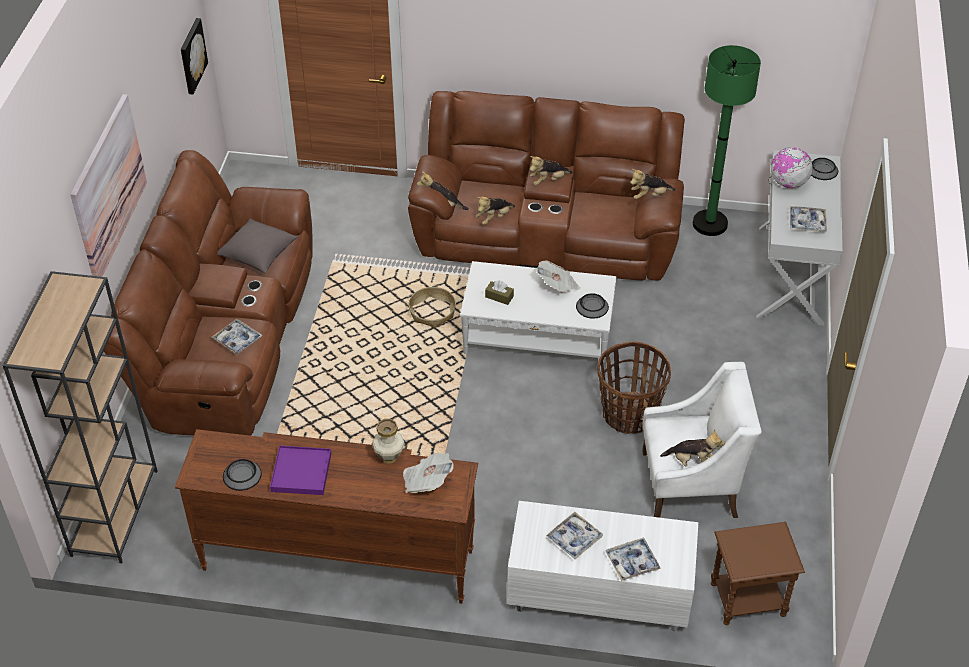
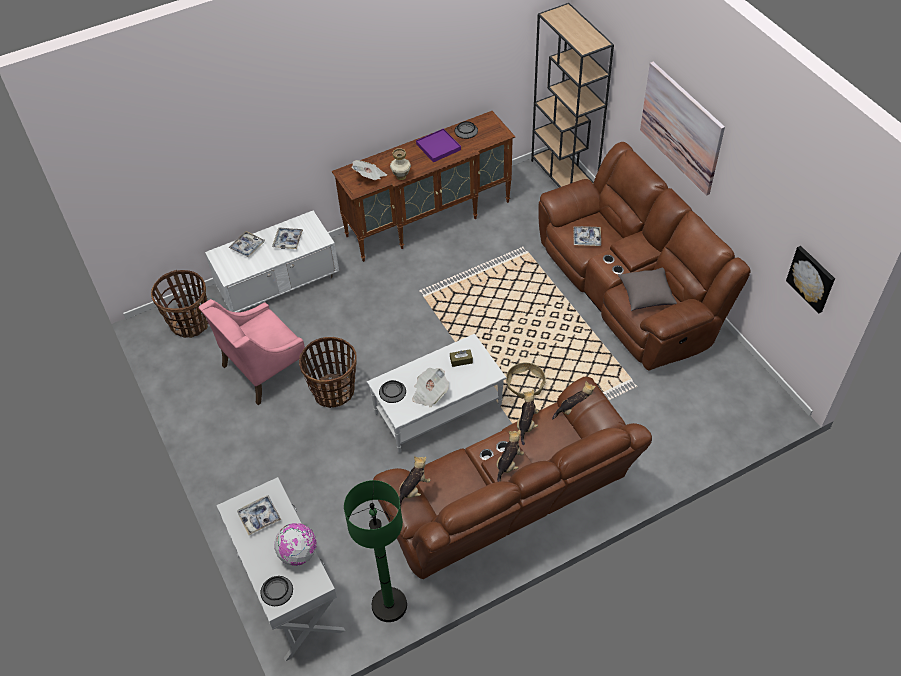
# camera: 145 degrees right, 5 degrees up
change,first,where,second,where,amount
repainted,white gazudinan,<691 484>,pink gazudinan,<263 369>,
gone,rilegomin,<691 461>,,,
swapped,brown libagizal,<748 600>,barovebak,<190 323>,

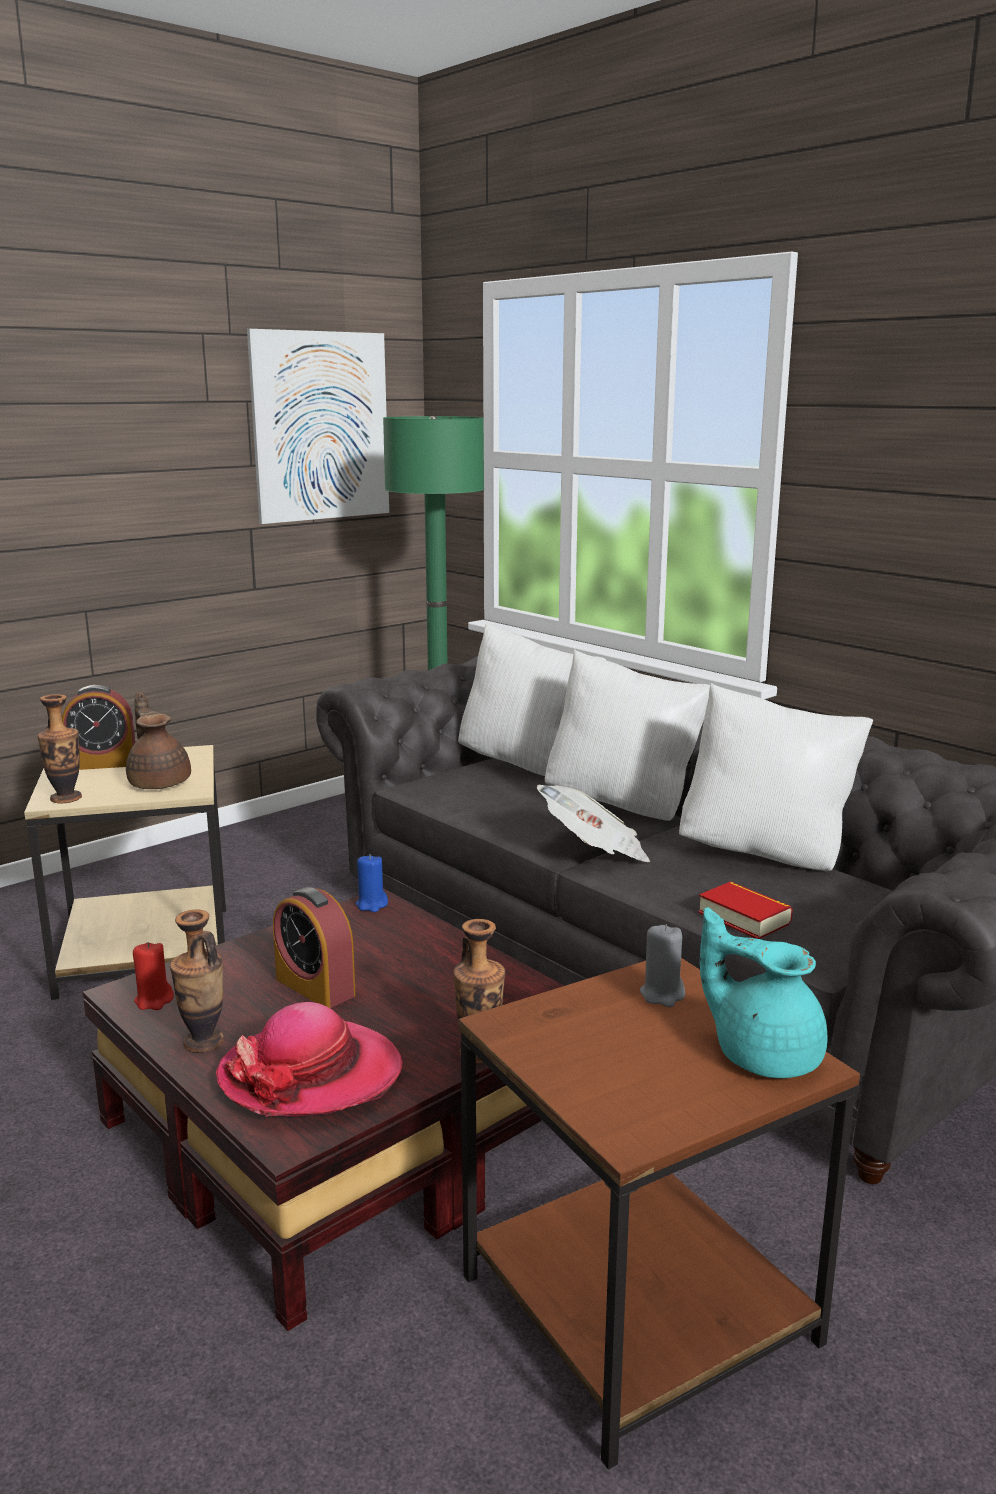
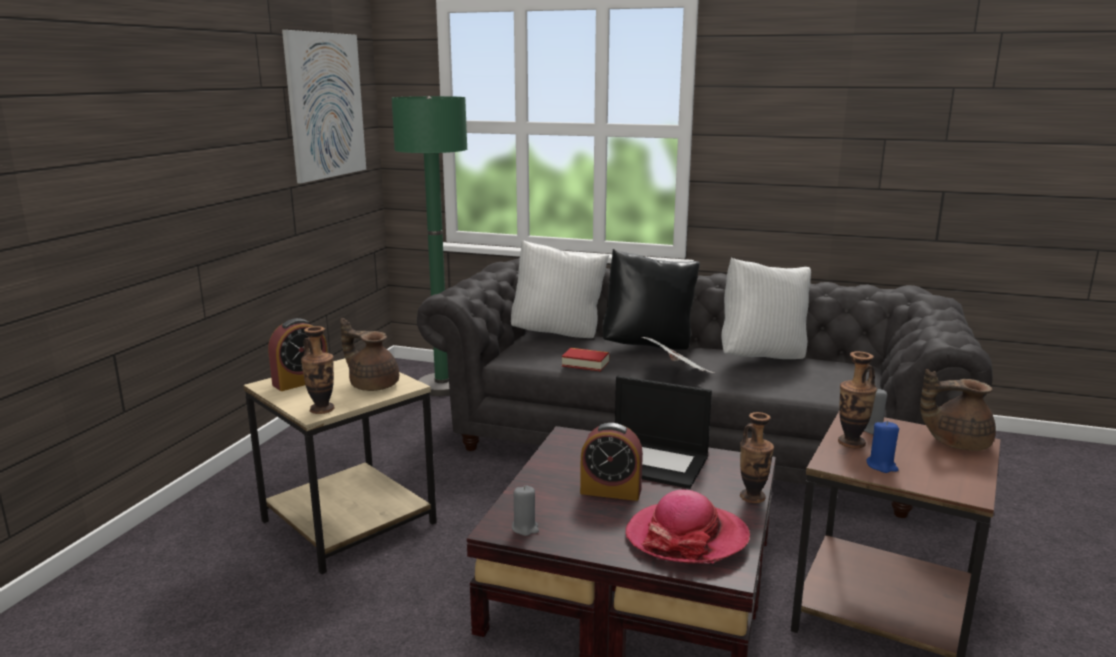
# camera: 30 degrees left, 0 degrees up
change,first,where,second,where,amount
repainted,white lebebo,<624 805>,black lebebo,<649 346>,
shifted,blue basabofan,<371 905>,,<881 466>,
shifted,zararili,<744 918>,,<585 364>,
repainted,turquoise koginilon,<763 1054>,brown koginilon,<955 442>,
shifted,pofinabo,<203 1042>,,<851 443>,
repainted,red basabofan,<154 1000>,grey basabofan,<525 528>,
new,,,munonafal,<652 462>,

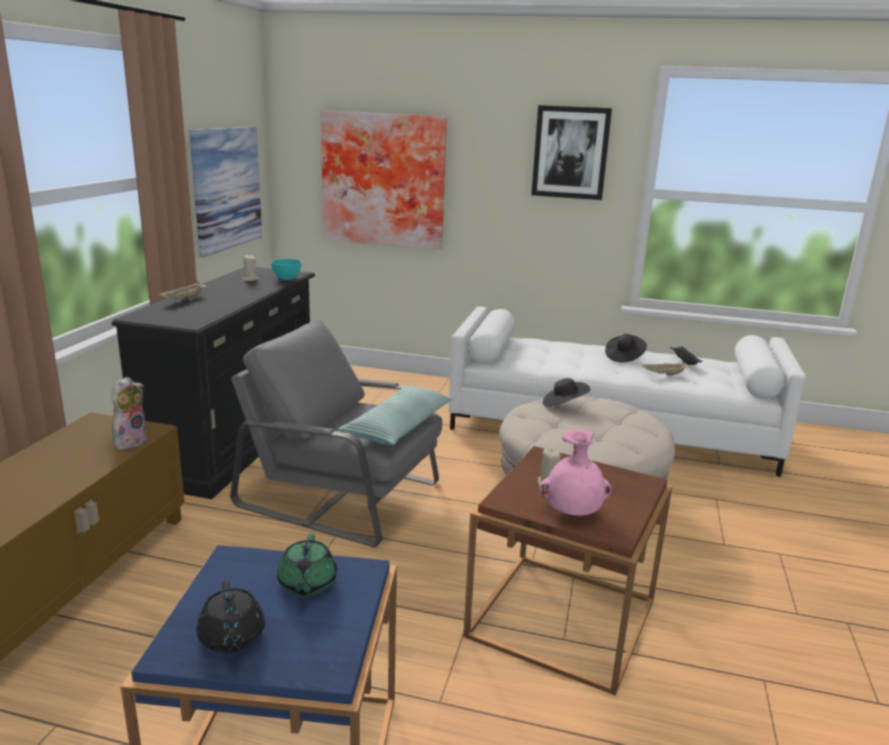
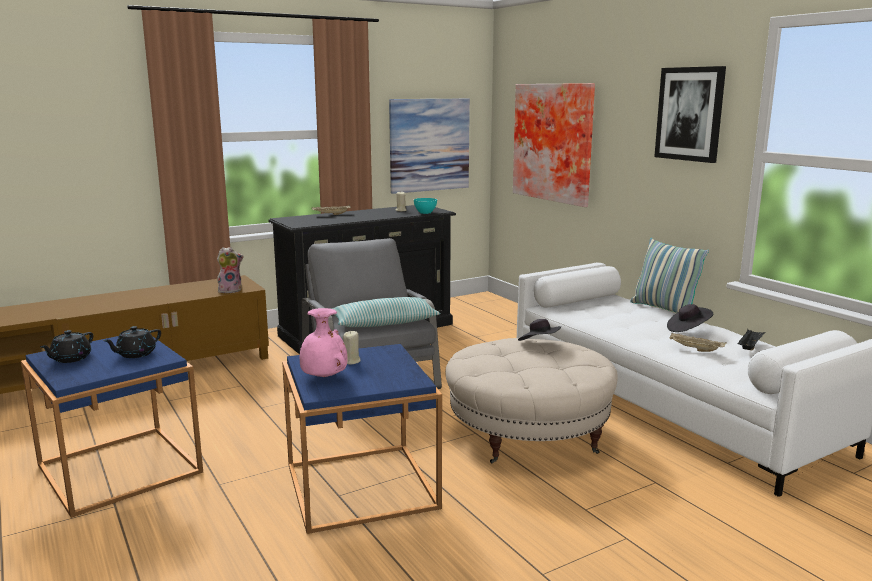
# camera: 45 degrees right, 5 degrees down
change,first,where,second,where,amount
repainted,brown libagizal,<562 618>,blue libagizal,<361 486>,
repainted,green koginilon,<307 584>,black koginilon,<135 354>,
new,,,lebebo,<663 308>,

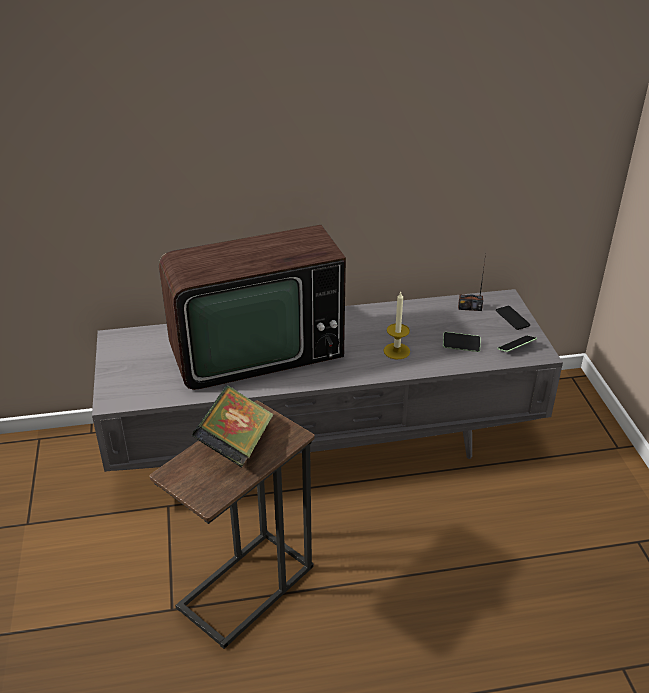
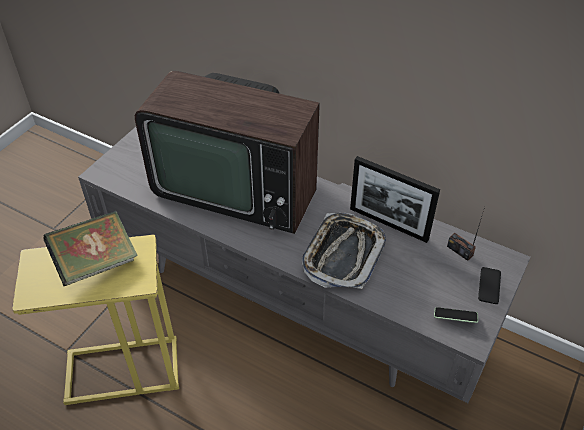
# camera: 40 degrees right, 10 degrees up
change,first,where,second,where,amount
swapped,basabofan,<396 351>,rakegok,<343 255>,
gone,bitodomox,<461 346>,,,
repainted,brown libagizal,<246 586>,yellow libagizal,<123 369>,
new,,,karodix,<388 224>,

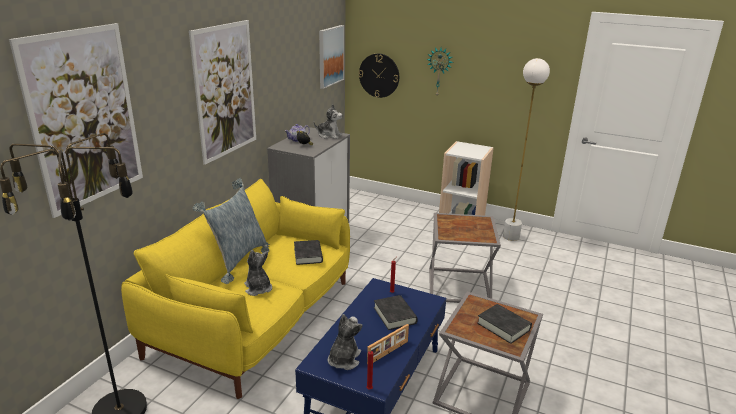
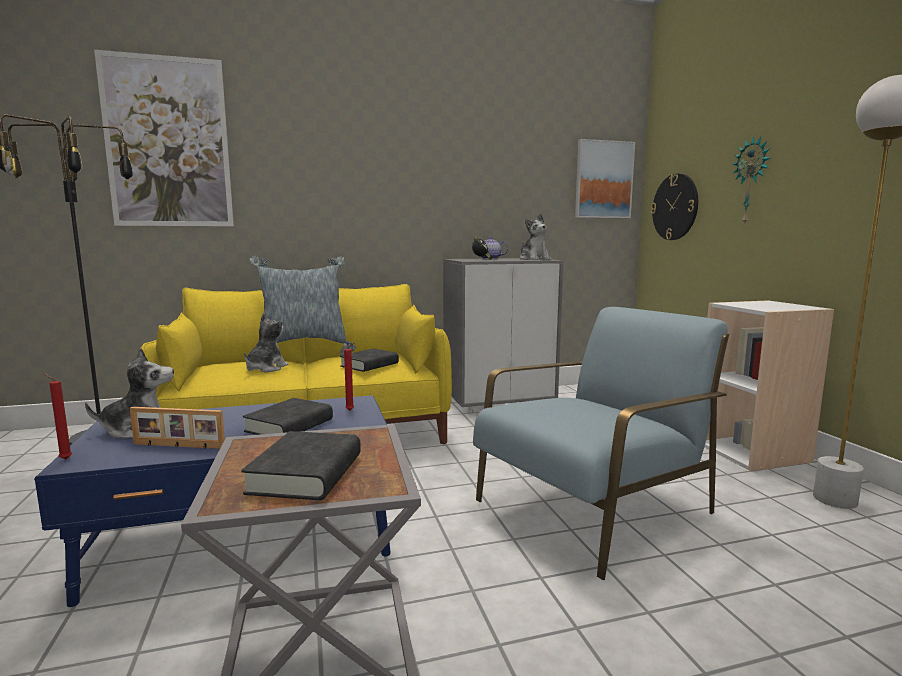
# camera: 50 degrees right, 15 degrees down
change,first,where,second,where,amount
gone,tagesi,<225 91>,,,
swapped,grey libagizal,<460 286>,blue gazudinan,<593 510>,

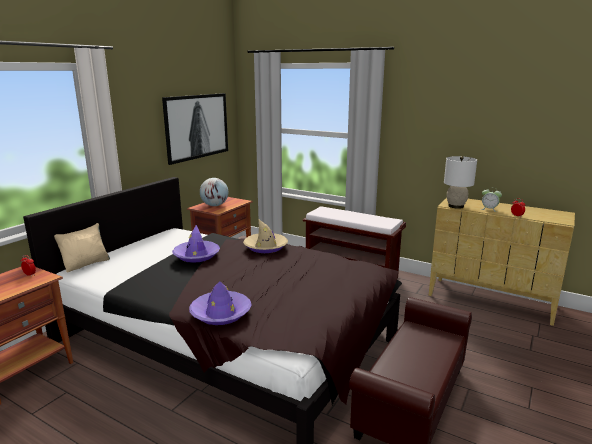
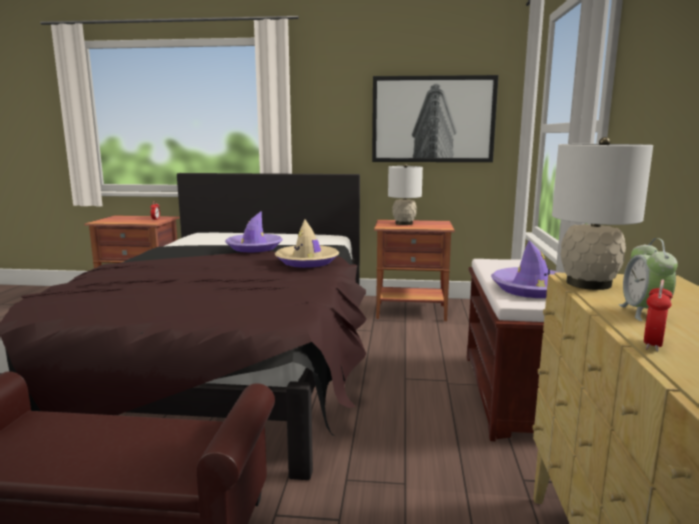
# camera: 65 degrees right, 5 degrees down
change,first,where,second,where,amount
swapped,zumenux,<214 205>,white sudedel,<404 223>,
gone,beige lebebo,<86 264>,,,
shifted,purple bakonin,<220 313>,,<531 289>,

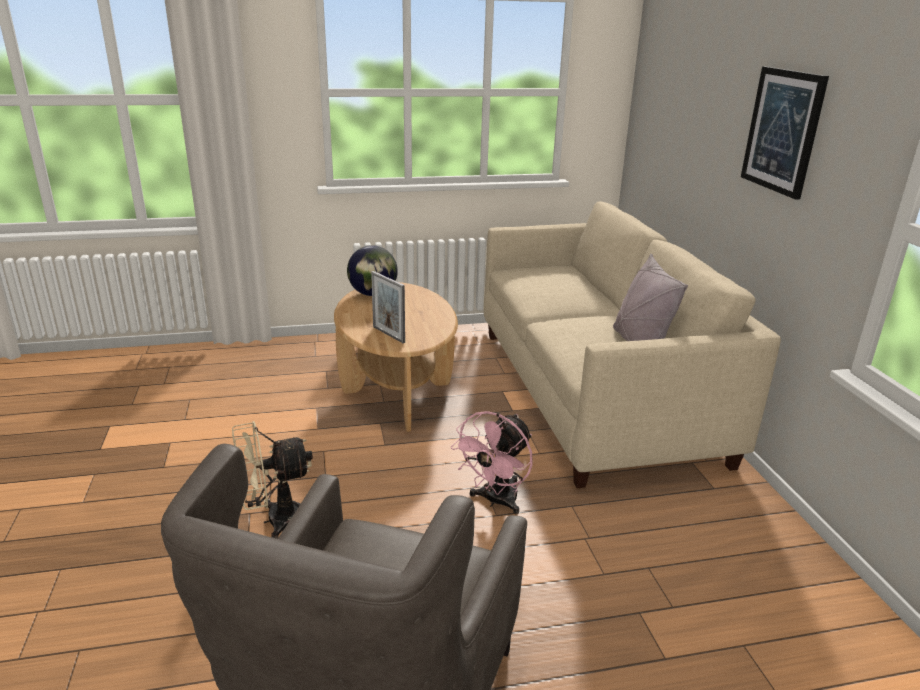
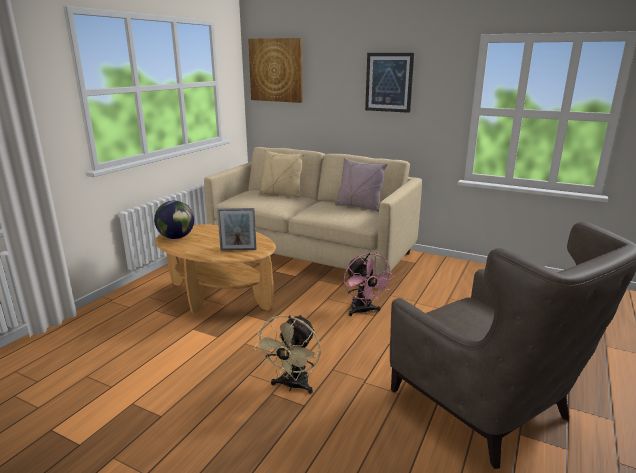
# camera: 50 degrees left, 5 degrees down
change,first,where,second,where,amount
new,,,tagesi,<276 70>,
new,,,beige lebebo,<281 195>,

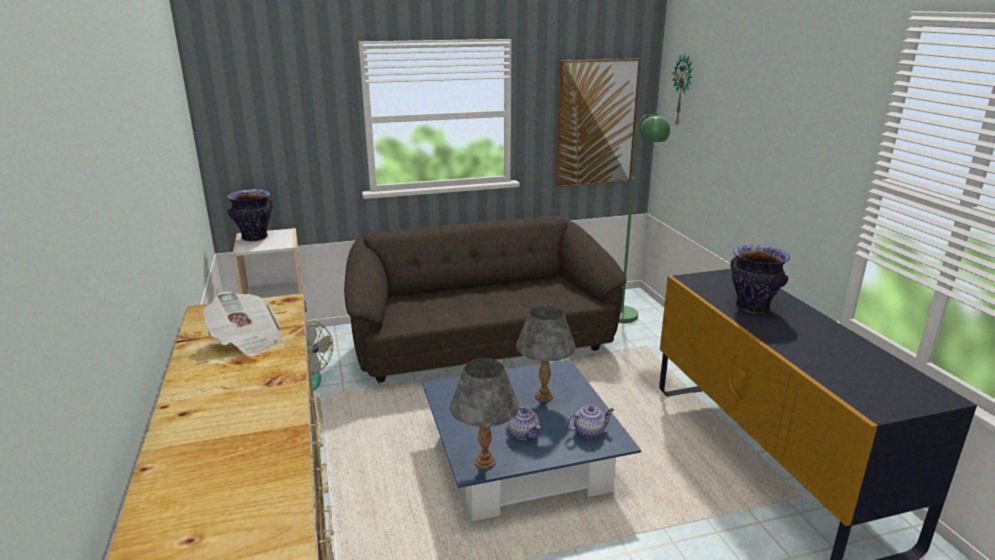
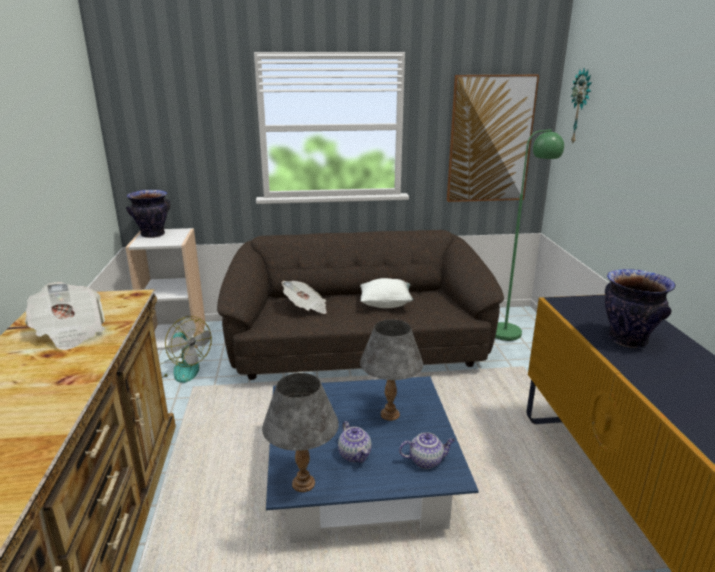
# camera: 10 degrees right, 0 degrees up
change,first,where,second,where,amount
new,,,white lebebo,<386 304>,
new,,,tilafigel,<306 308>,

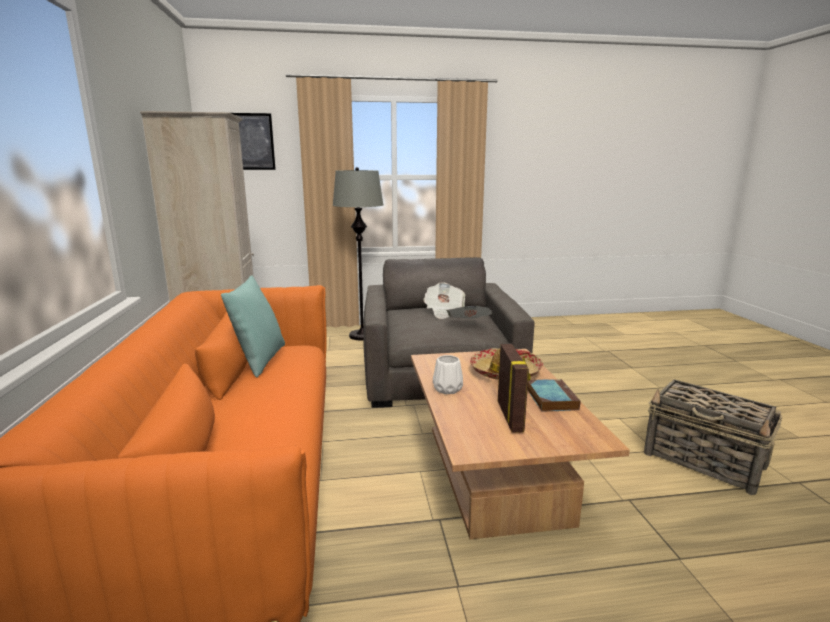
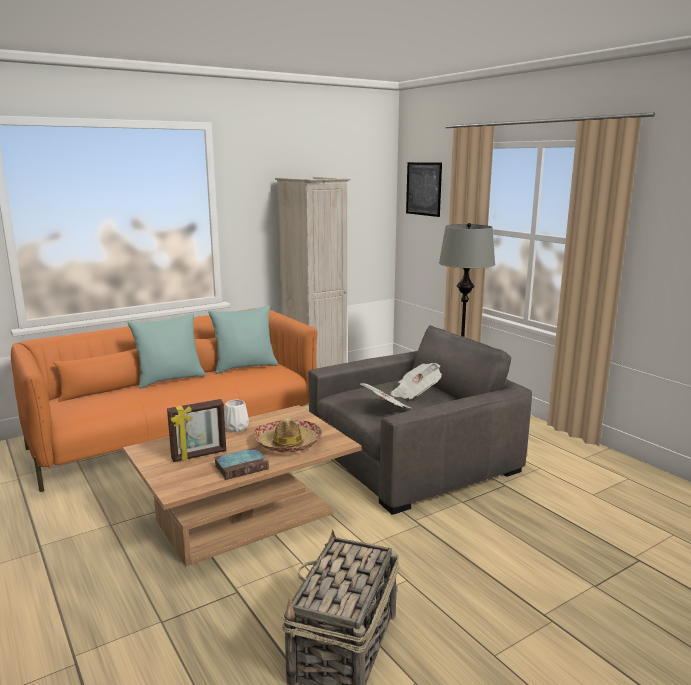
# camera: 65 degrees right, 0 degrees up
change,first,where,second,where,amount
new,,,turquoise lebebo,<170 379>,

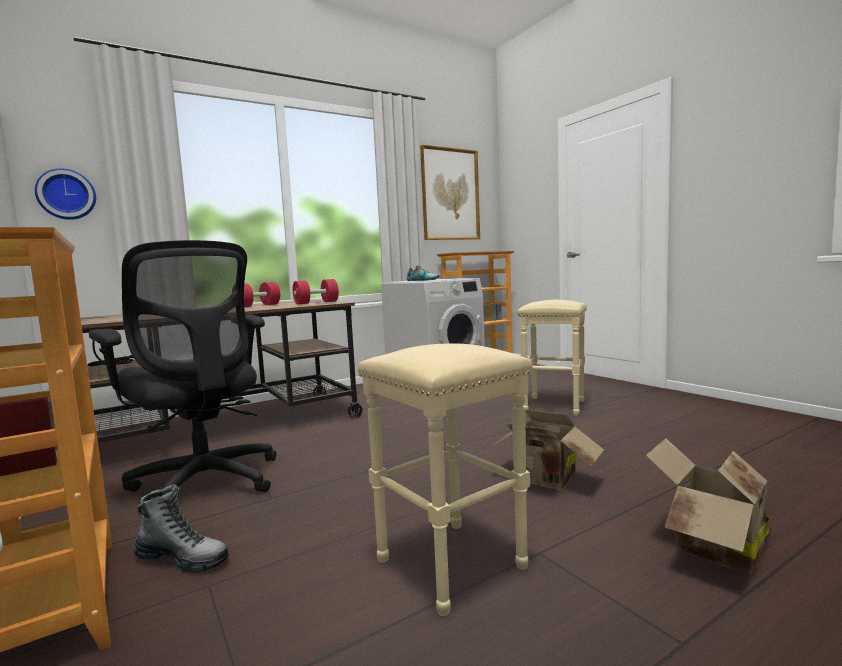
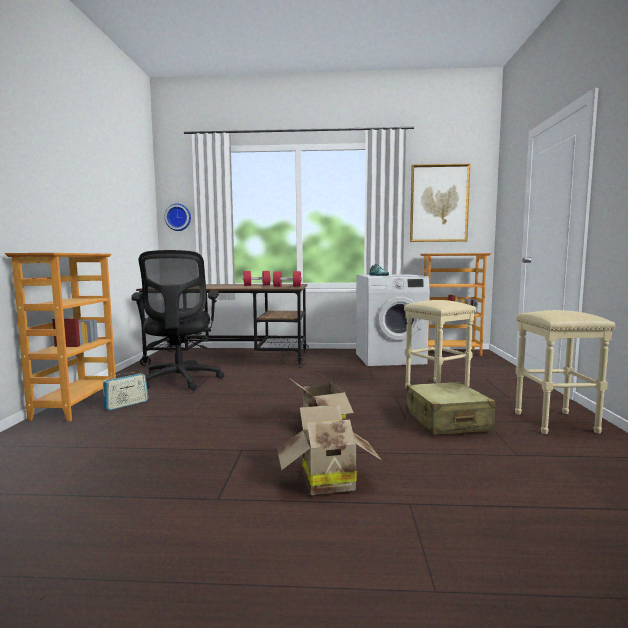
# camera: 35 degrees right, 0 degrees up
change,first,where,second,where,amount
shifted,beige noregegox,<447 563>,,<553 422>,
swapped,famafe,<183 559>,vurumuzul,<126 404>,
new,,,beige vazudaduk,<447 421>,

